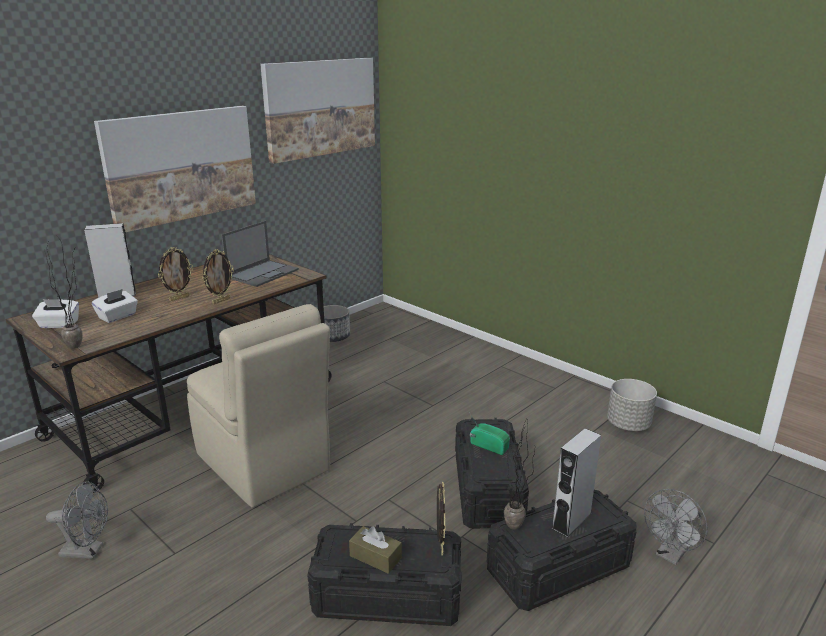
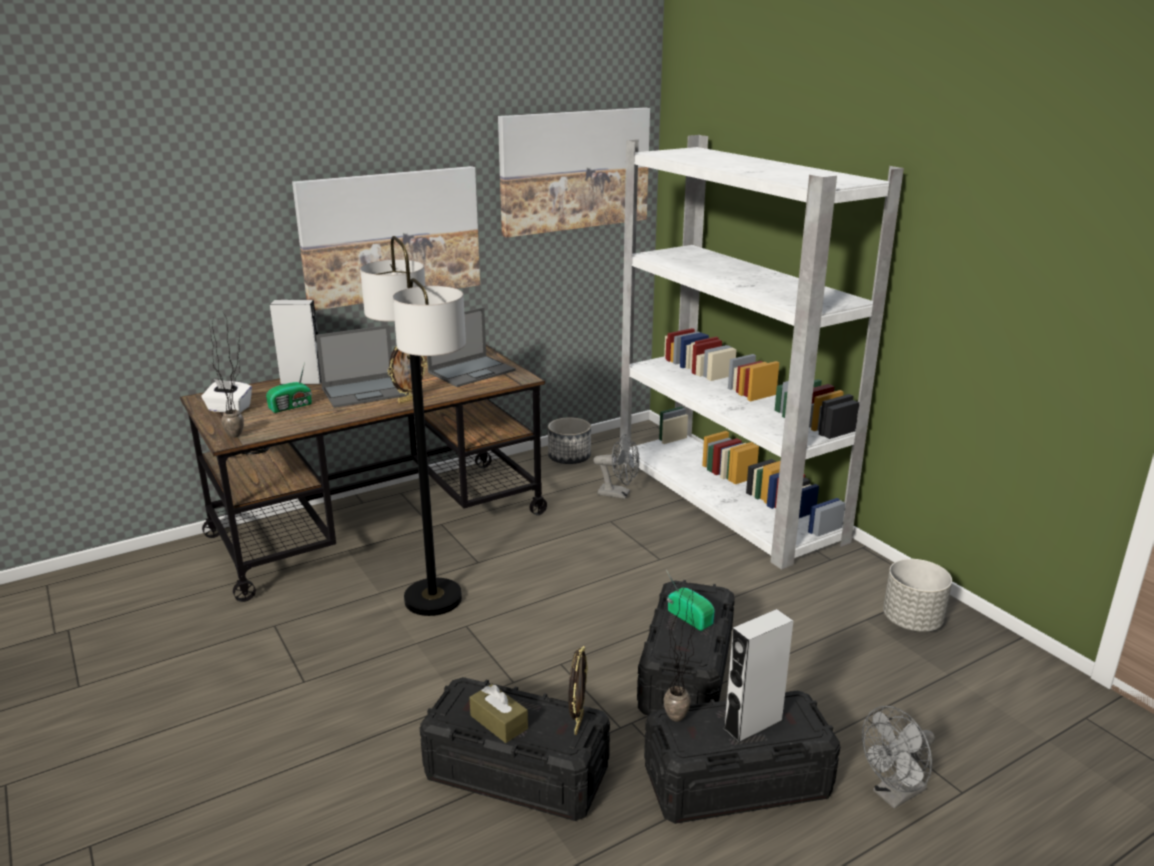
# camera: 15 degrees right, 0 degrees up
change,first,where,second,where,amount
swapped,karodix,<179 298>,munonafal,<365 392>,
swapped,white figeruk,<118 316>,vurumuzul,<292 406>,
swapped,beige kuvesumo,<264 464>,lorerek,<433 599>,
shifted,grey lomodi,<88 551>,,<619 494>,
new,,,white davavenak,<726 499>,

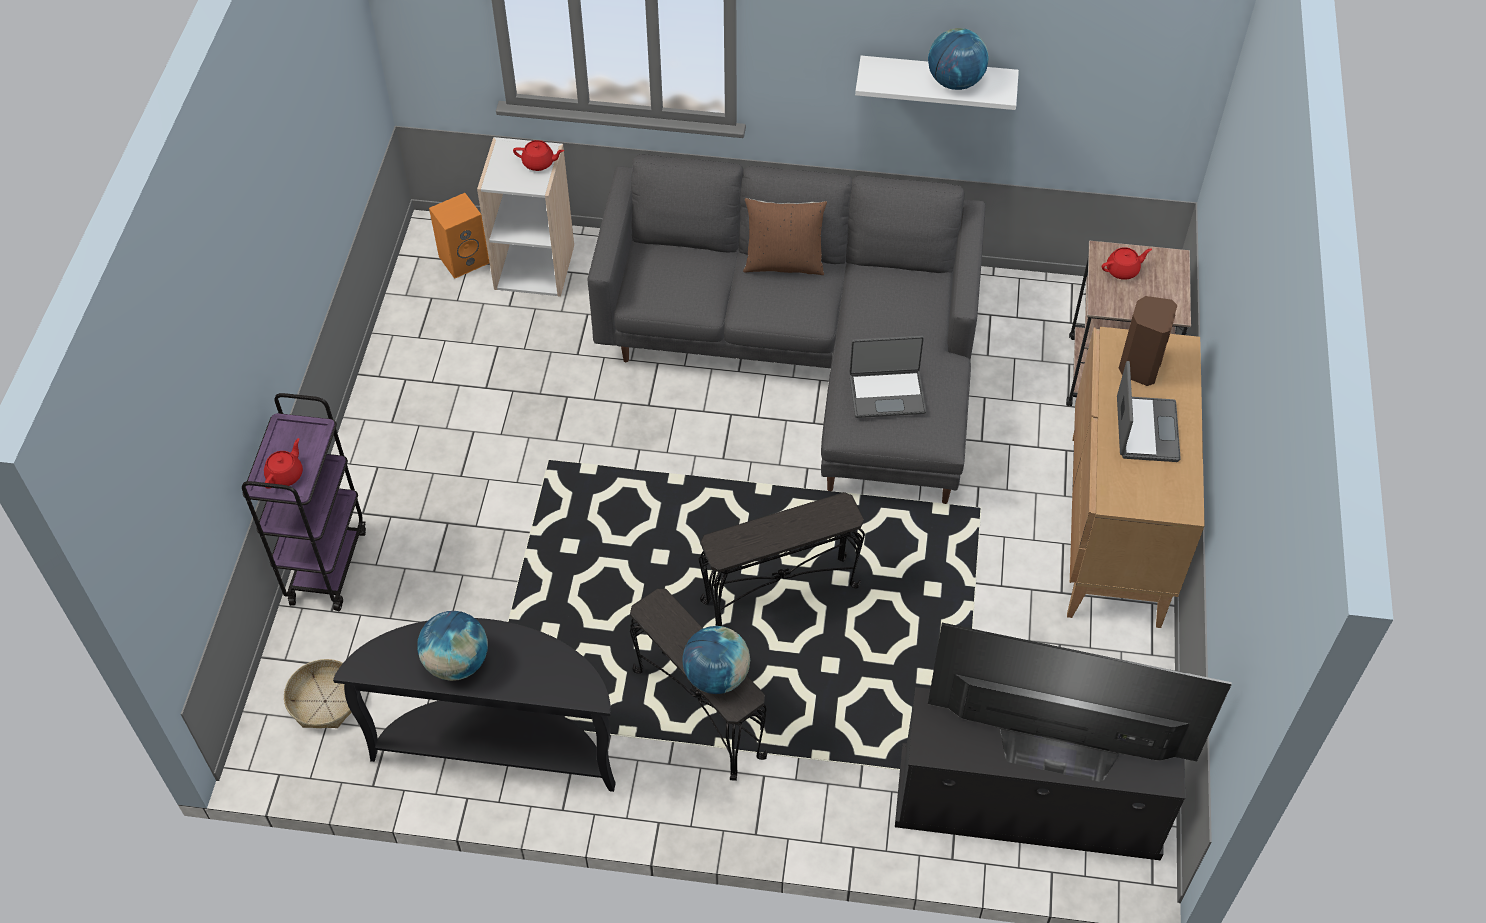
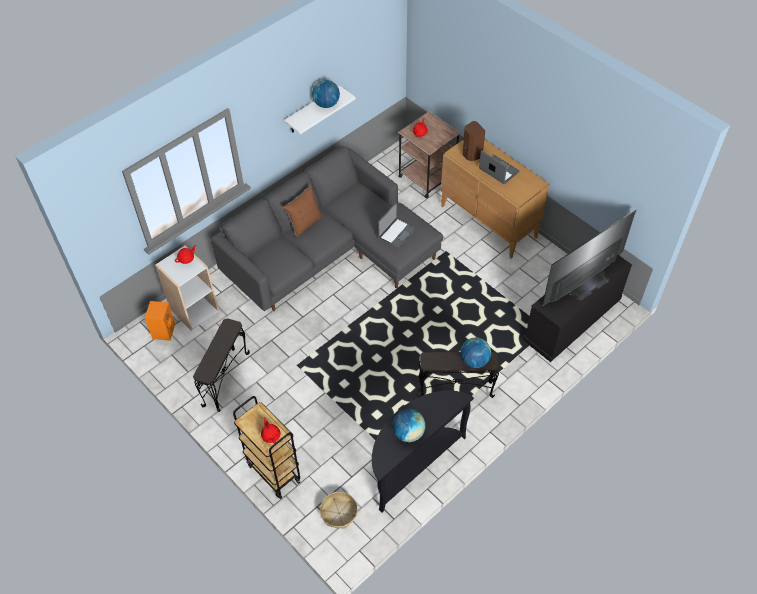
# camera: 50 degrees left, 0 degrees up
change,first,where,second,where,amount
repainted,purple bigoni,<327 566>,brown bigoni,<273 474>,
shifted,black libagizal,<780 595>,,<226 379>,

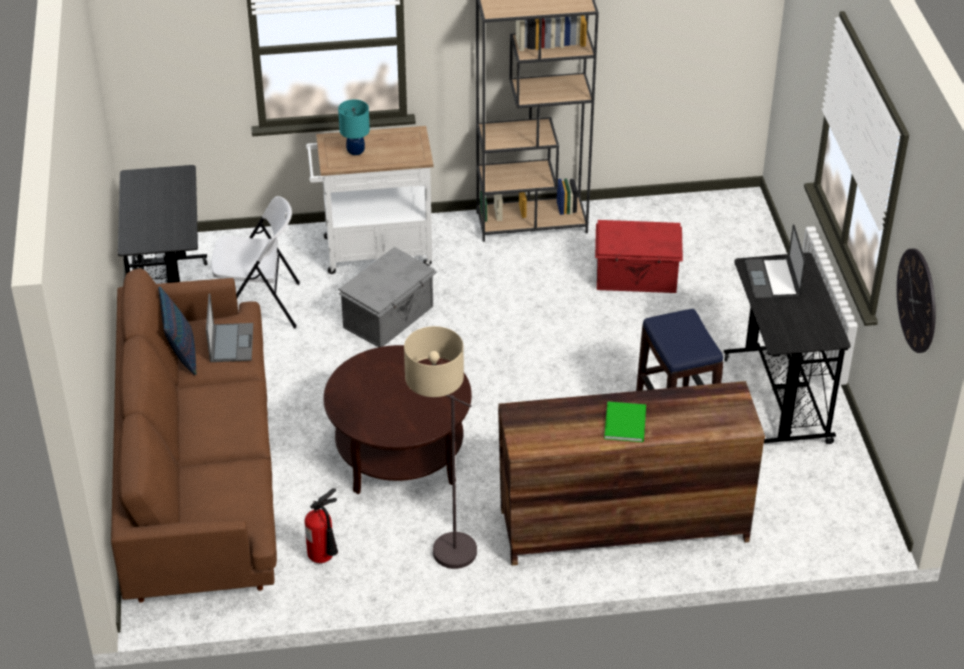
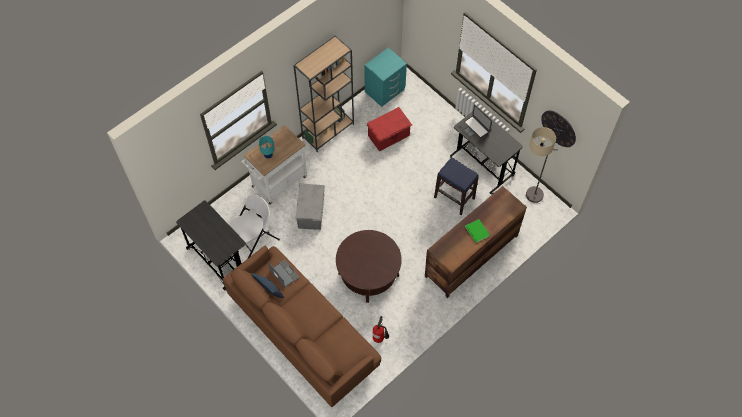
# camera: 35 degrees left, 20 degrees up
change,first,where,second,where,amount
shifted,beige lorerek,<443 546>,,<529 195>,
new,,,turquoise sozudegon,<385 91>,

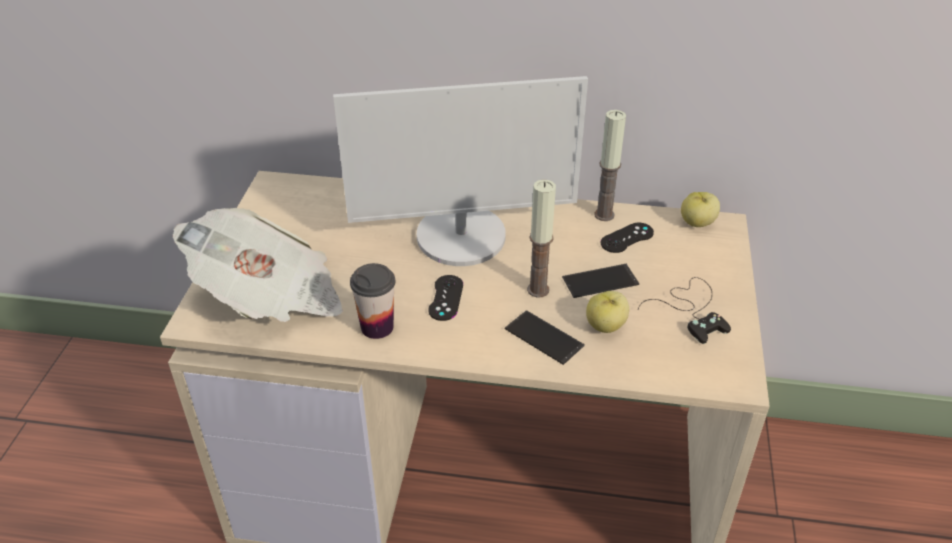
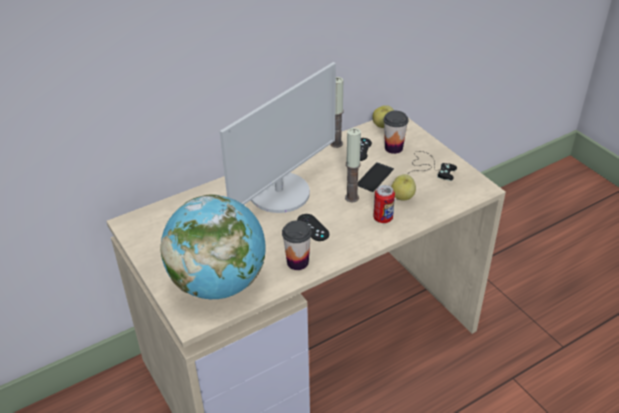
# camera: 40 degrees left, 0 degrees up
change,first,where,second,where,amount
swapped,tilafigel,<270 297>,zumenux,<218 283>,
swapped,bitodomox,<544 337>,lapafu,<383 218>,
new,,,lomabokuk,<393 148>,

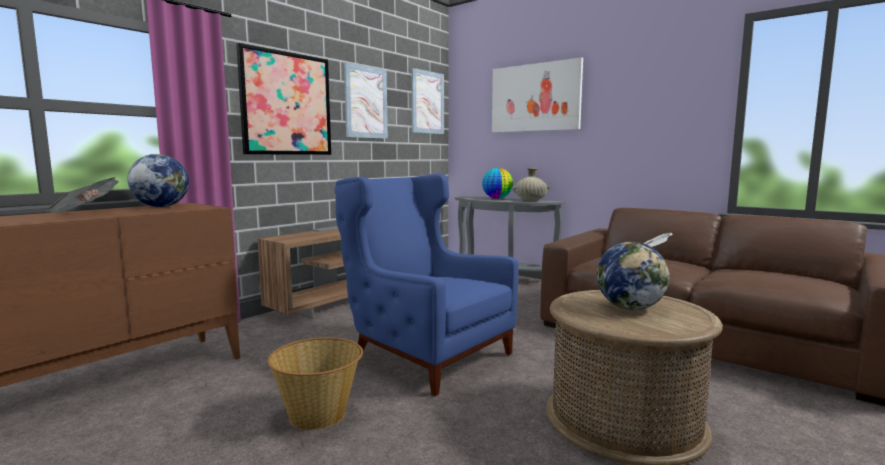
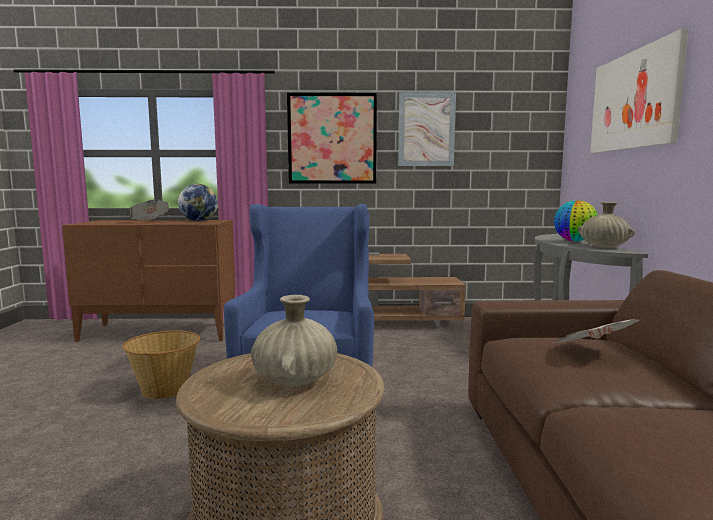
# camera: 50 degrees right, 0 degrees up
change,first,where,second,where,amount
gone,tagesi,<427 102>,,,
swapped,zumenux,<630 308>,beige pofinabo,<295 380>,

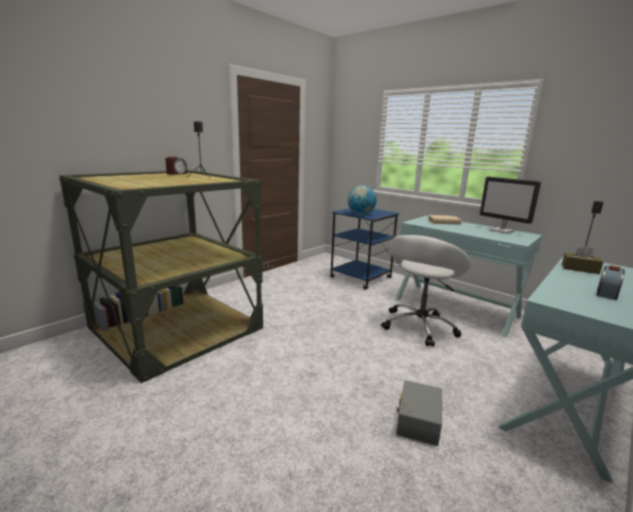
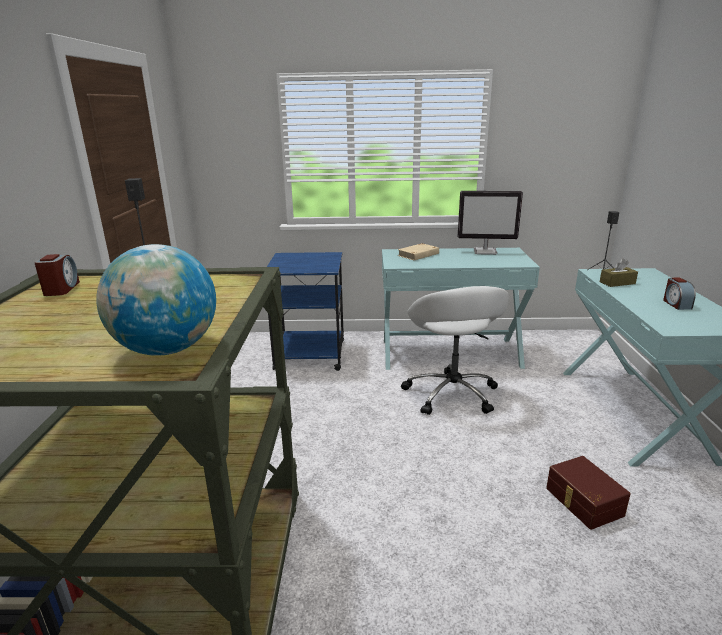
# camera: 40 degrees left, 5 degrees up
change,first,where,second,where,amount
shifted,zumenux,<360 214>,,<167 349>,
repainted,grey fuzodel,<417 420>,brown fuzodel,<583 502>,

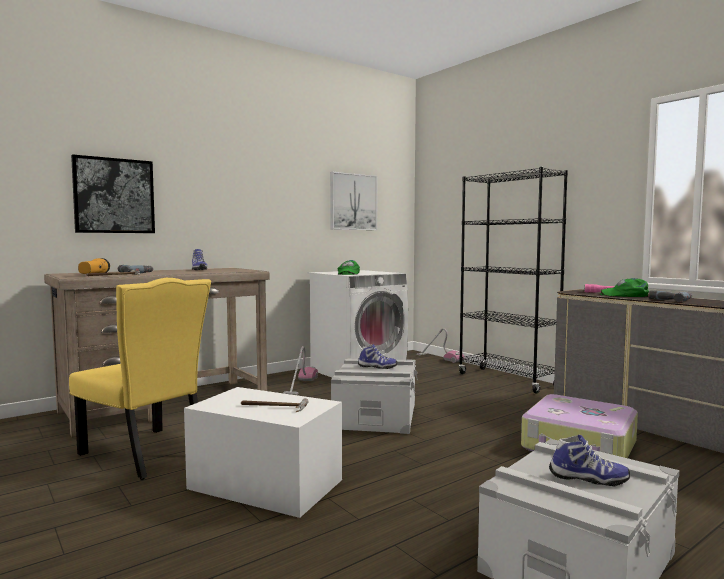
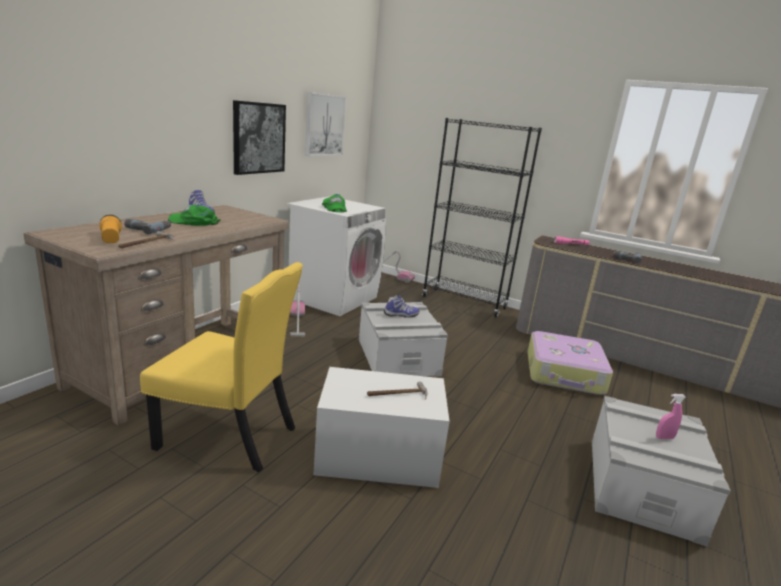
# camera: 25 degrees left, 15 degrees up
change,first,where,second,where,amount
shifted,tagesi,<114 196>,,<258 138>,
shifted,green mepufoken,<626 295>,,<194 222>,
swapped,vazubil,<588 479>,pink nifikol,<664 437>,

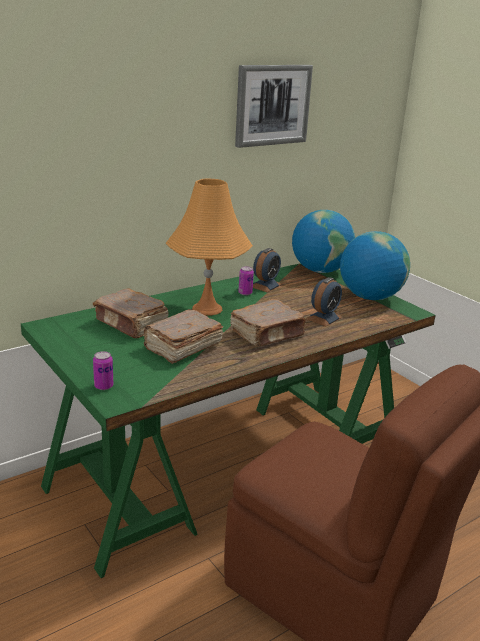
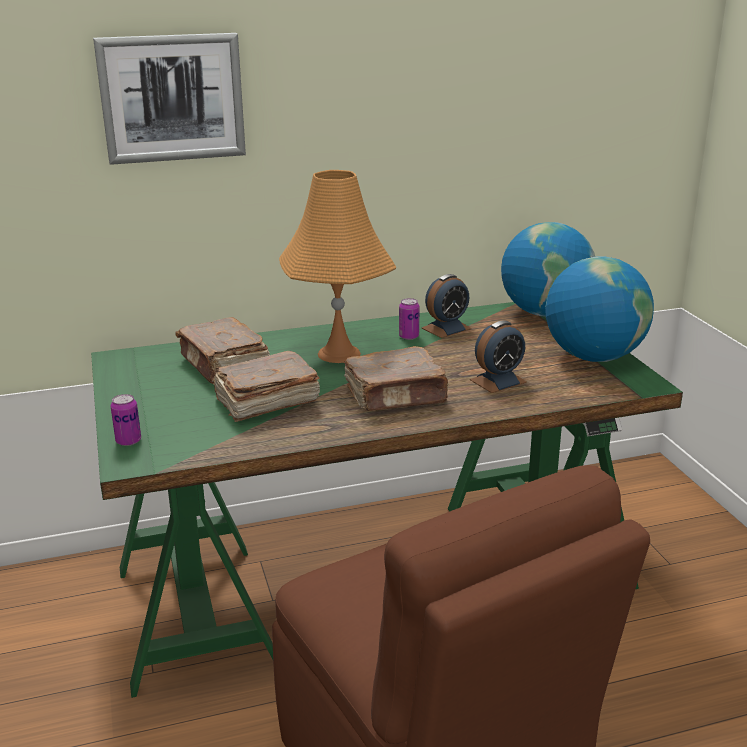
# camera: 20 degrees right, 0 degrees up
change,first,where,second,where,amount
shifted,tagesi,<272 105>,,<172 98>,

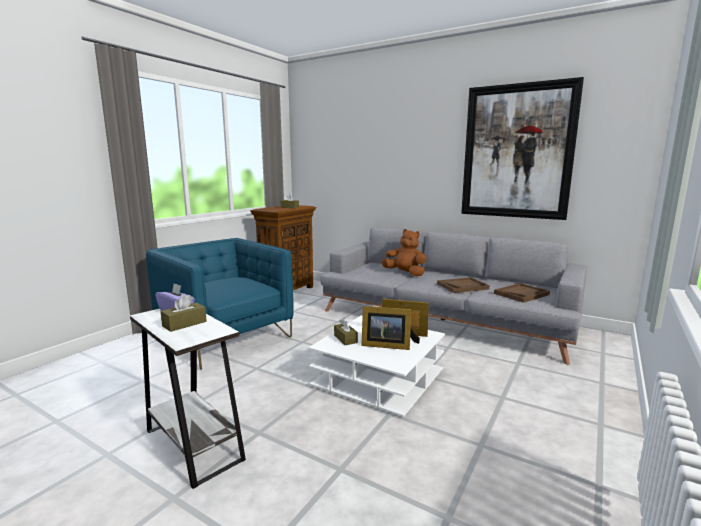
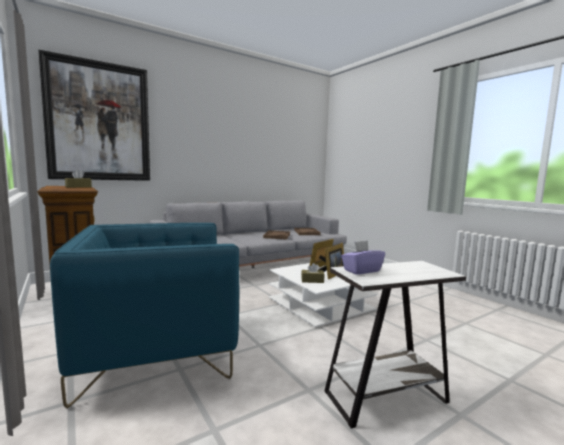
# camera: 65 degrees left, 5 degrees down
change,first,where,second,where,amount
shifted,tagesi,<517 152>,,<99 122>,
gone,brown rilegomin,<405 273>,,,
gone,brown figeruk,<184 324>,,,

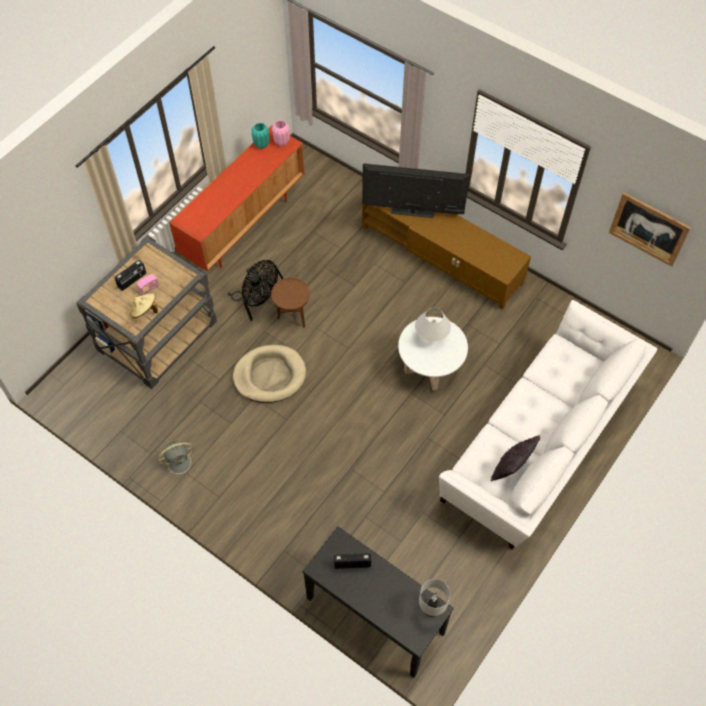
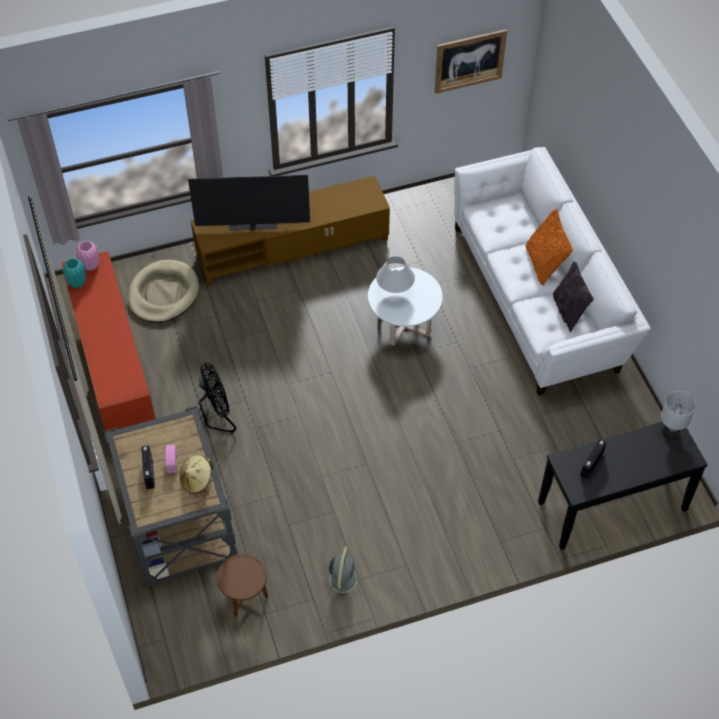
# camera: 55 degrees left, 5 degrees down
change,first,where,second,where,amount
rotated,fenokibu,<412 212>,,<253 226>,135 degrees counterclockwise
shifted,brown libagizal,<292 317>,,<245 601>,
shifted,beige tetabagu,<269 375>,,<163 294>,
new,,,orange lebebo,<545 263>,

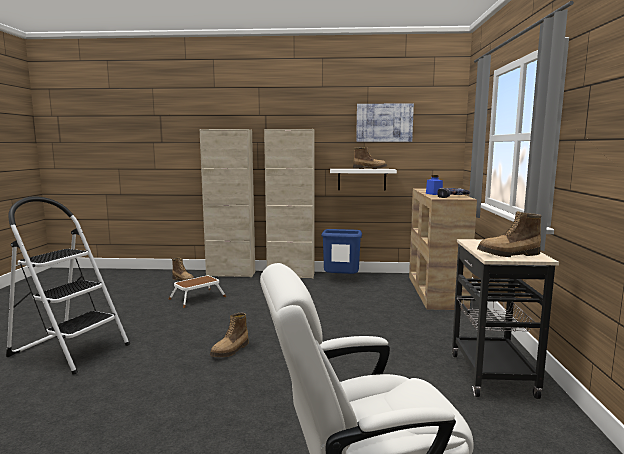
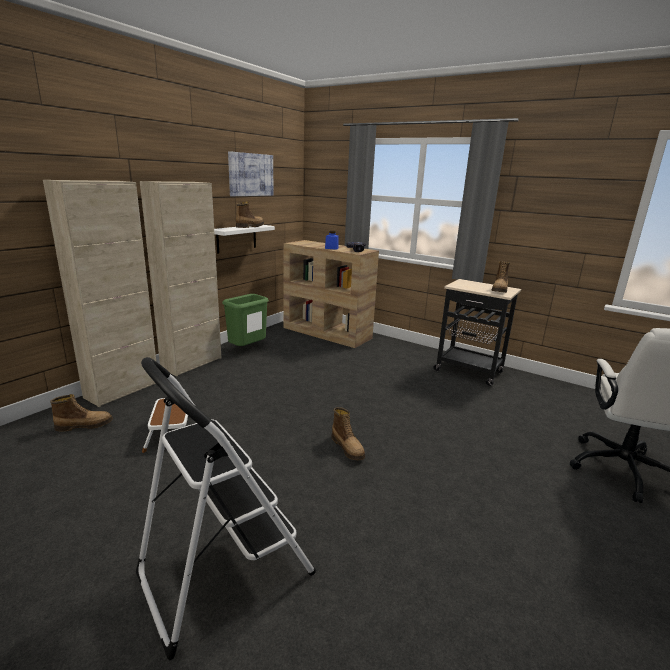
# camera: 60 degrees left, 10 degrees up
change,first,where,second,where,amount
repainted,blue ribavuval,<341 280>,green ribavuval,<247 350>,

